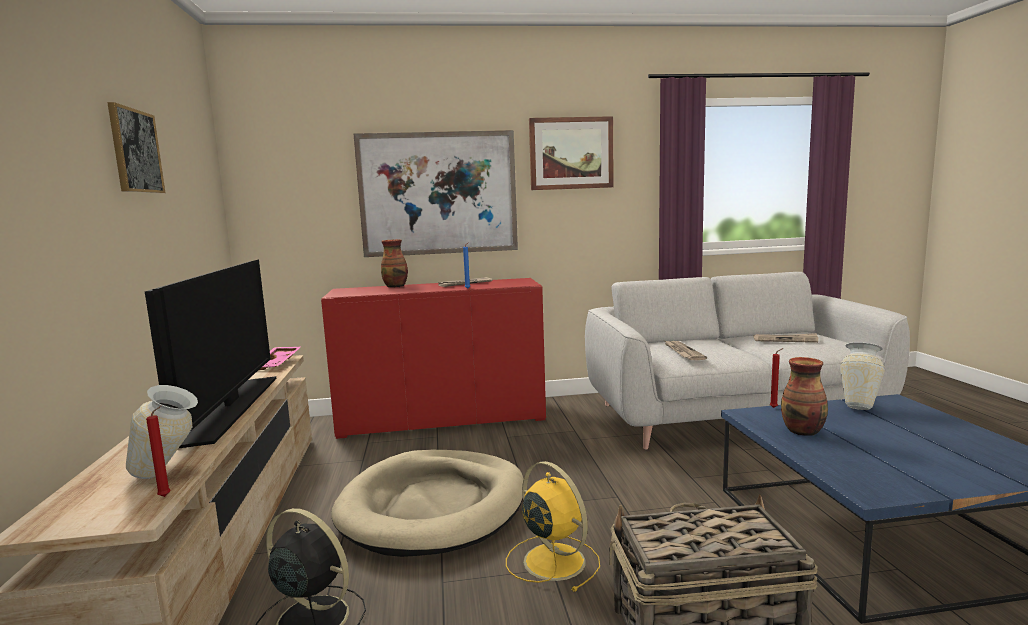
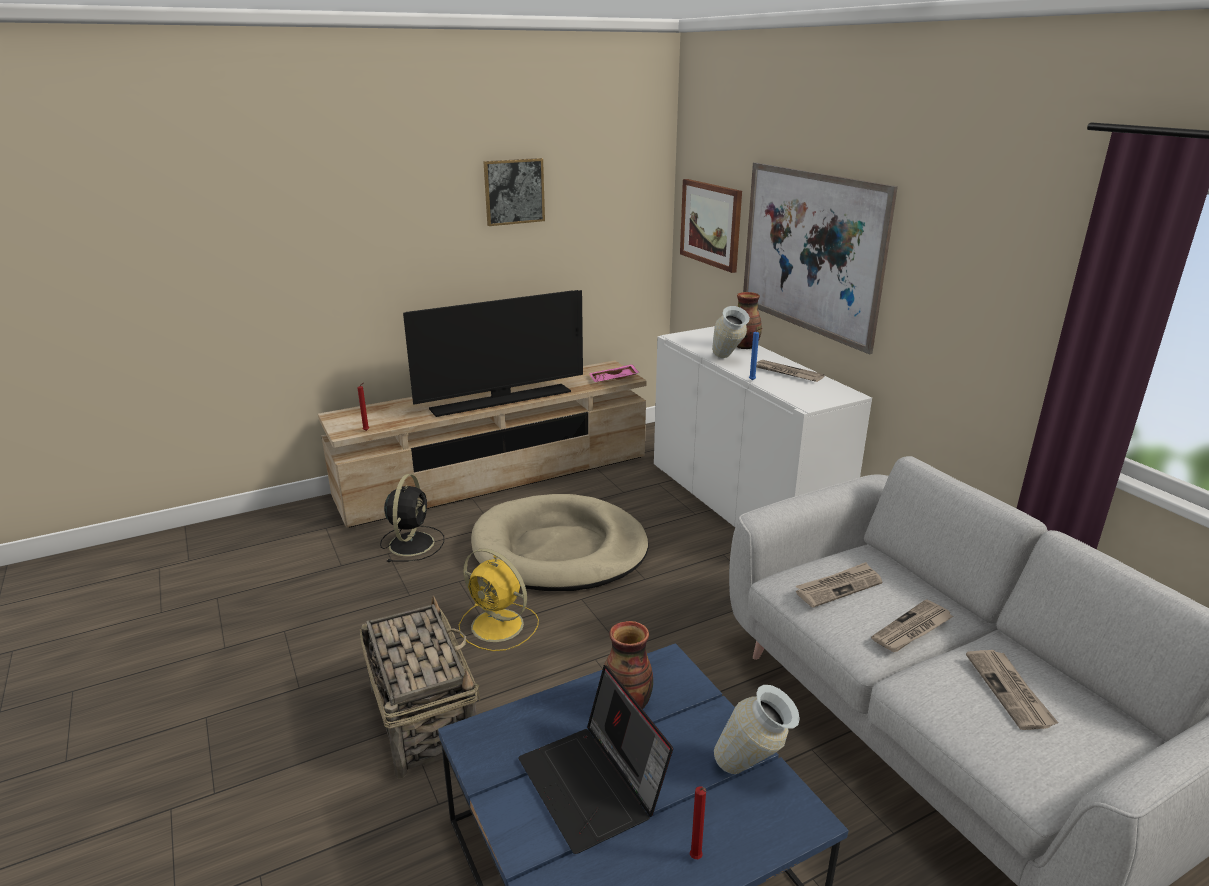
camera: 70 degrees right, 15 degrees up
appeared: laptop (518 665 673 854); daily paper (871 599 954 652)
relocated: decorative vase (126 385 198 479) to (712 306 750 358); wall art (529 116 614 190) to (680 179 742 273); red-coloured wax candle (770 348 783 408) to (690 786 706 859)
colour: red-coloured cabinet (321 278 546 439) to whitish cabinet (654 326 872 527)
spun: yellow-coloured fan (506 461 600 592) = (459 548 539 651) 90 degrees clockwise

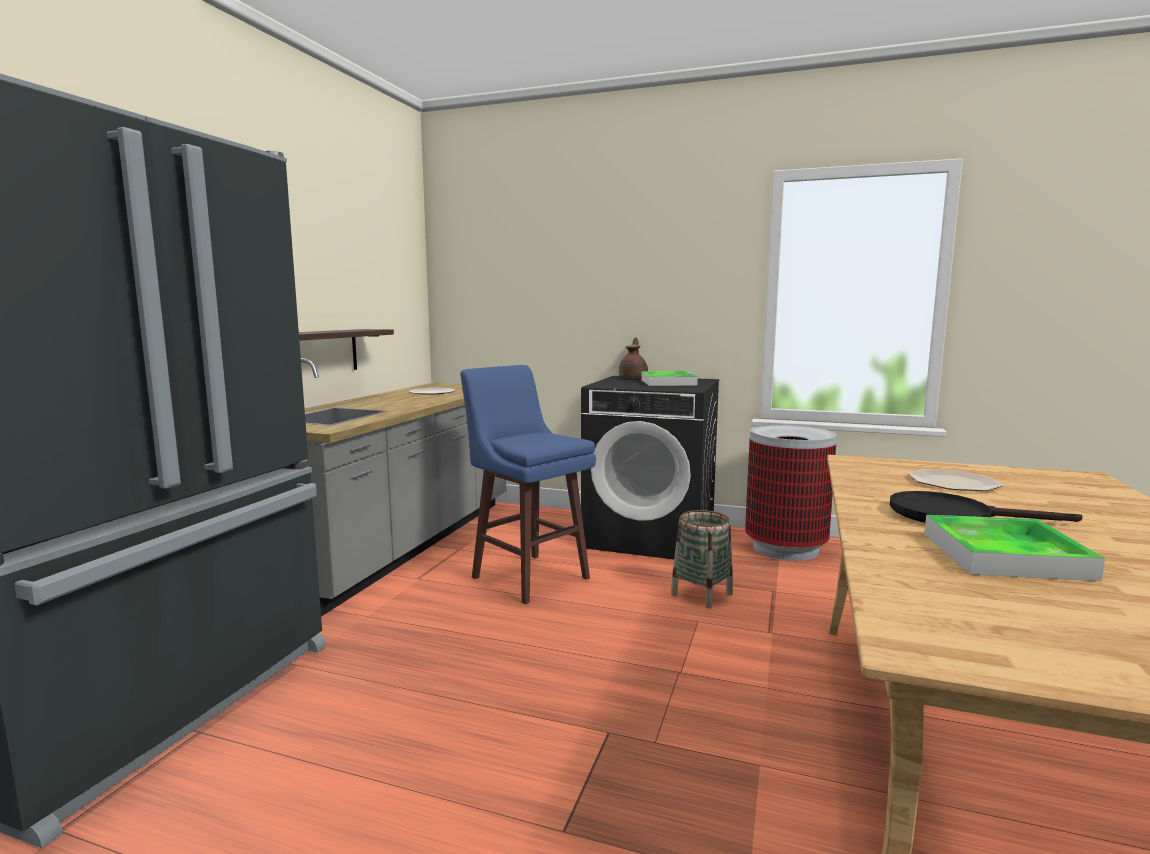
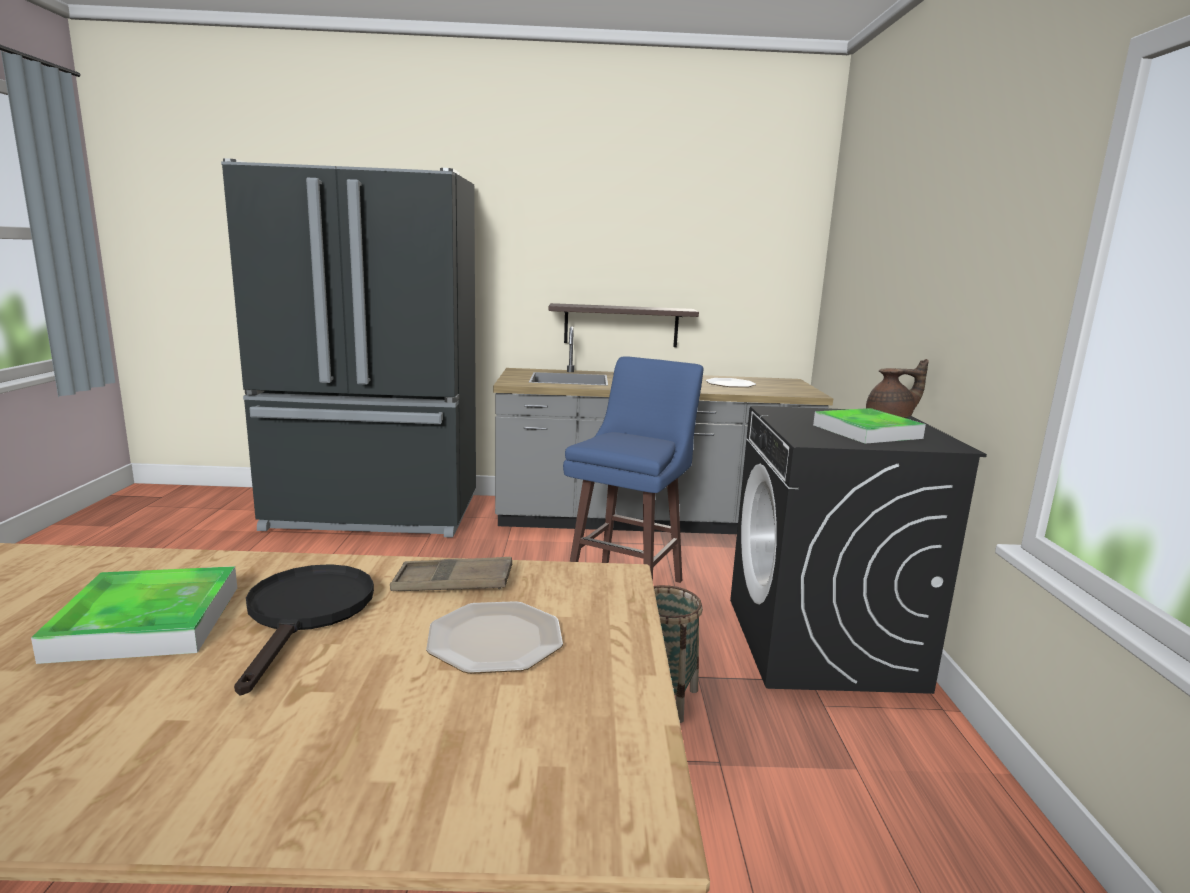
camera: 70 degrees right, 5 degrees up
missing: trash can (745 425 837 561)
appeared: brownish tray (390 557 512 591)

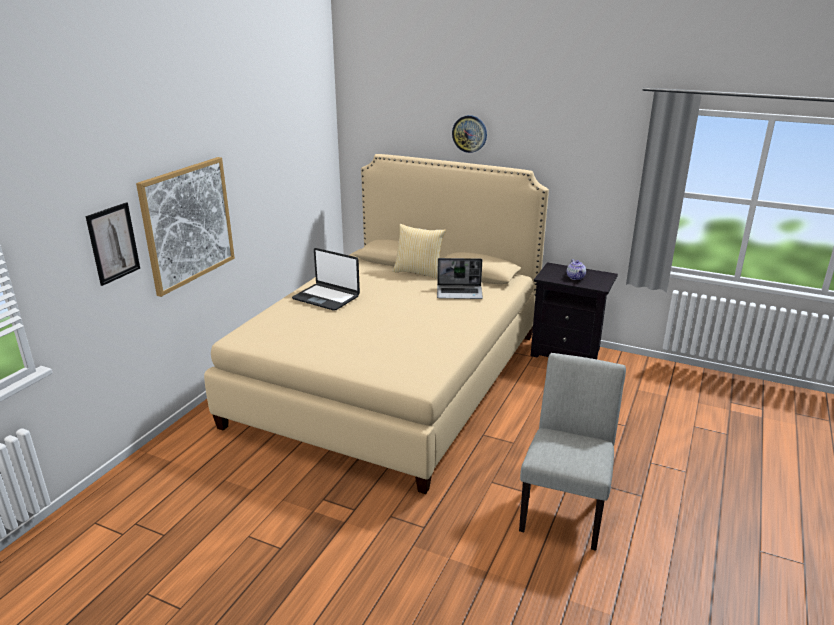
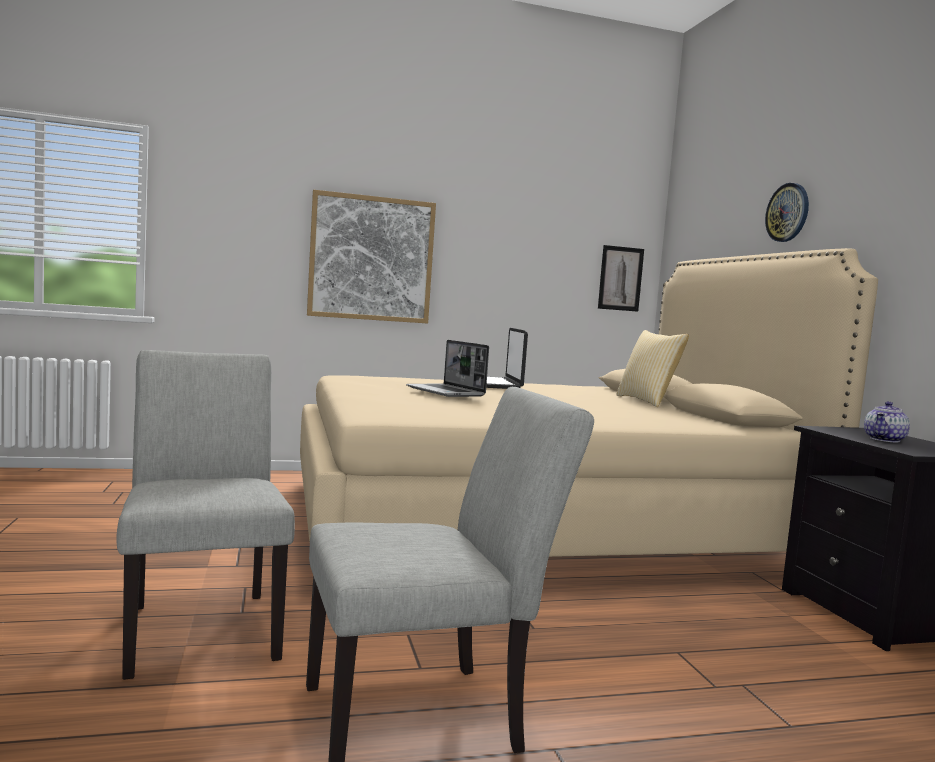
camera: 50 degrees right, 20 degrees down
appeared: gray chair (116 350 295 680)
relocated: wall art (85 202 140 286) to (598 245 644 312); laptop (437 258 483 299) to (406 340 489 397)

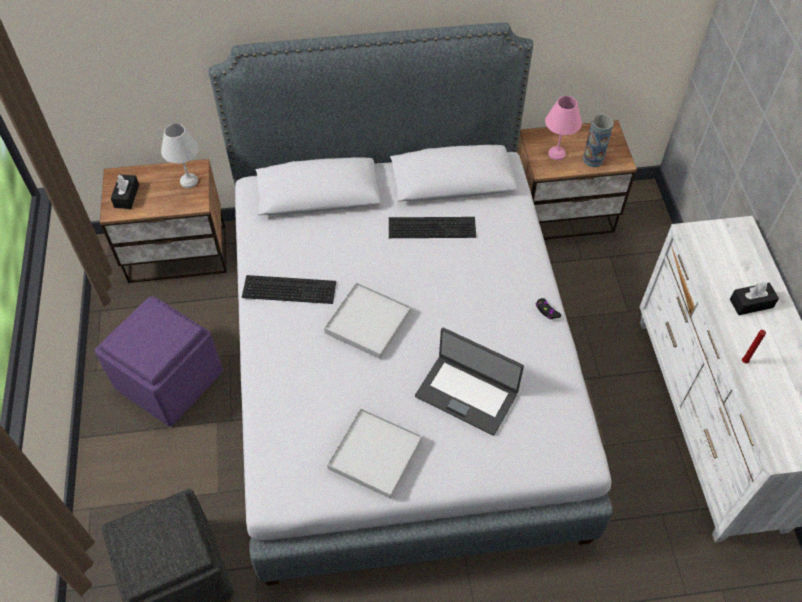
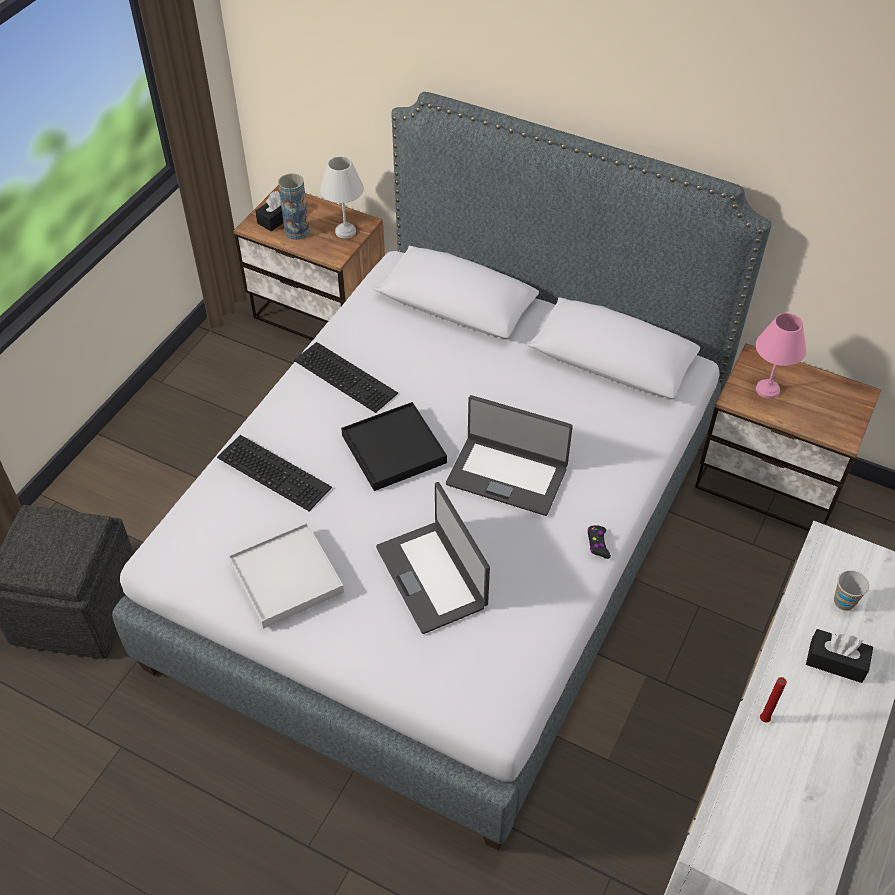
camera: 35 degrees right, 5 degrees down
missing: purple pouffe (95 296 223 426)
appeared: laptop (446 395 573 516); small cup (834 570 869 611)
relocated: computer keyboard (389 217 476 238) to (217 435 332 511); decorative vase (583 114 614 167) to (278 173 310 240)
colour: whitish tray (324 282 411 359) to blackish tray (341 402 447 491)

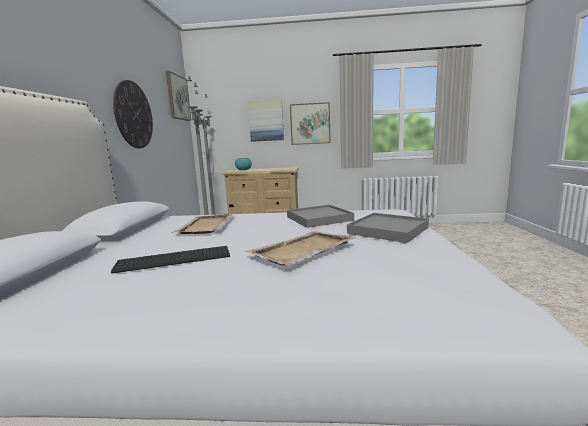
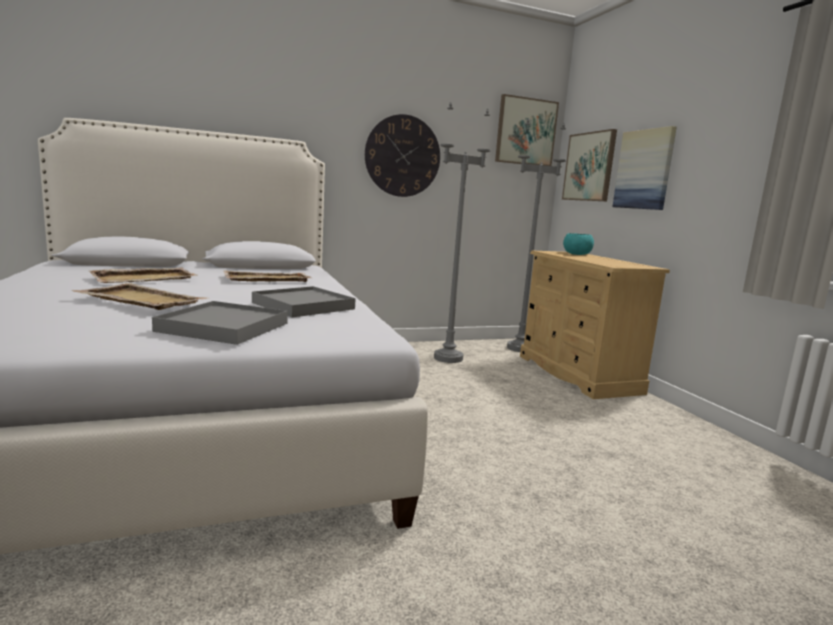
camera: 65 degrees right, 0 degrees up
relocated: wall art (290 102 331 145) to (562 129 617 201)
exchanged: computer keyboard (111 246 230 274) to sand-coloured tray (89 267 199 283)

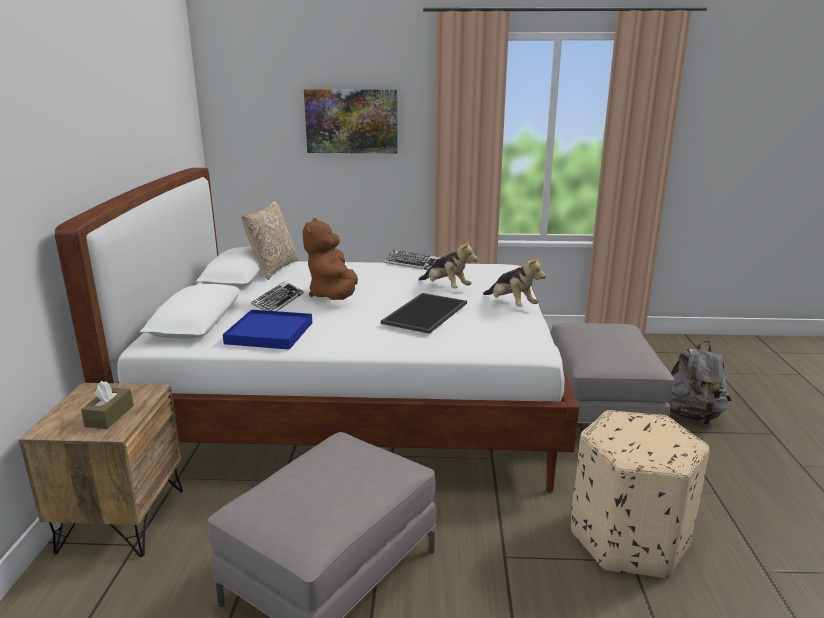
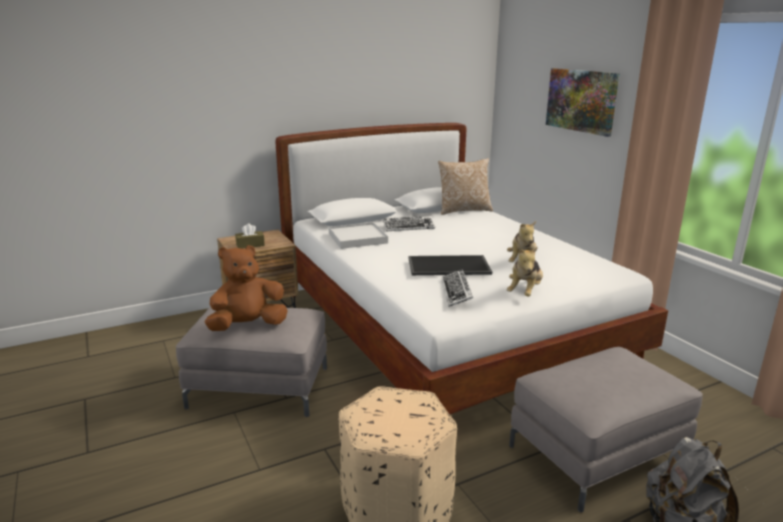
camera: 60 degrees right, 0 degrees up
relocated: brownish cuddly toy (302 218 358 300) to (205 245 288 331); computer keyboard (384 250 441 270) to (441 269 473 307)
colour: bluish tray (223 310 312 350) to whitish tray (329 222 388 249)

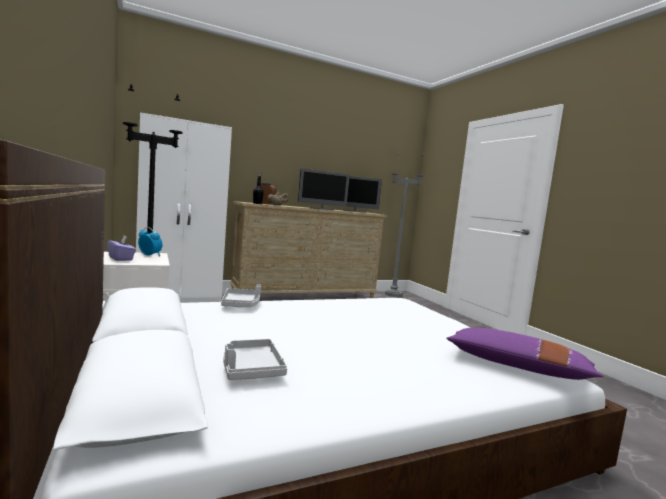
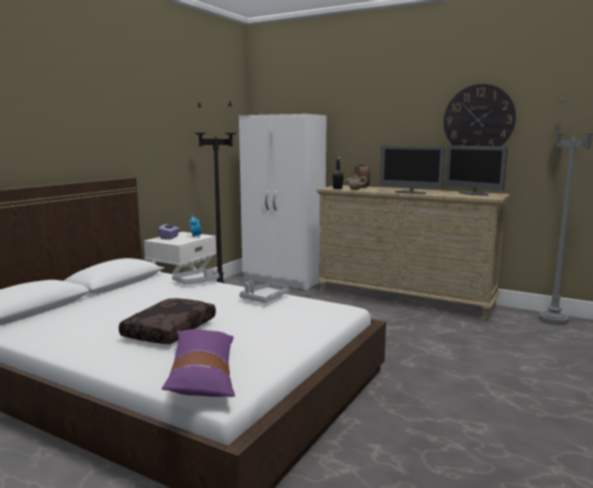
camera: 55 degrees right, 5 degrees up
appeared: brownish cushion (119 298 216 344); hanging clock (443 84 516 147)
relocated: gray tray (223 339 287 380) to (239 280 289 303)

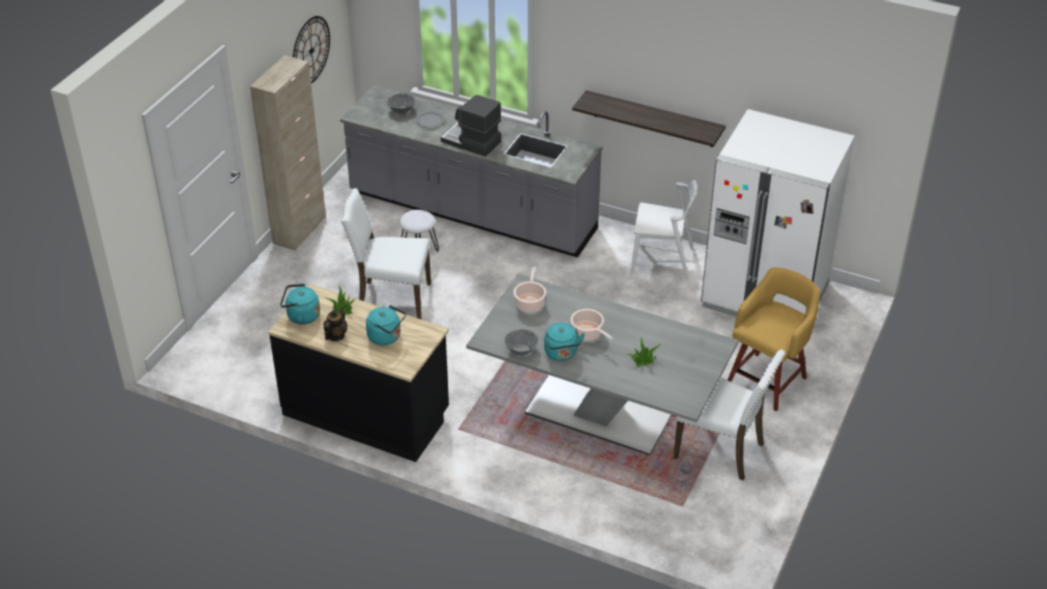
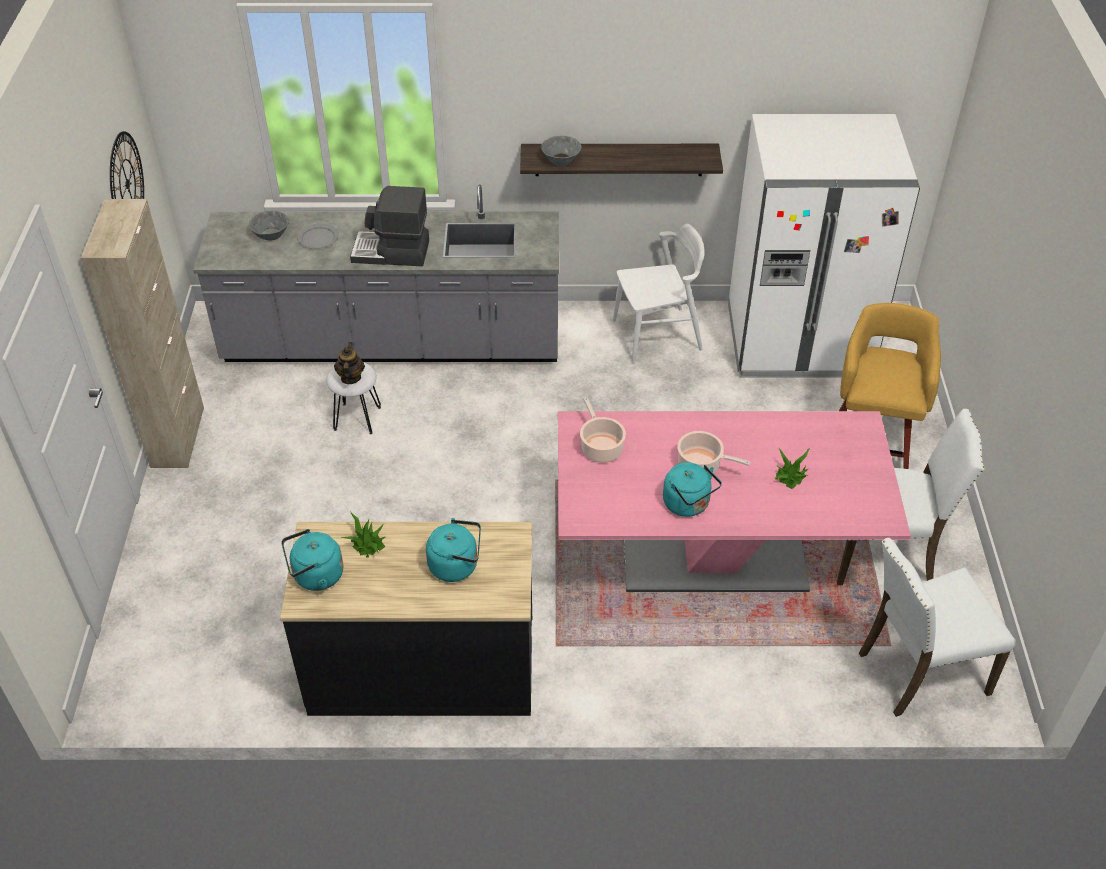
camera: 25 degrees left, 5 degrees up
relocated: teapot (324 307 347 341) to (334 342 365 384); whitish chair (341 188 431 320) to (859 538 1016 717); gray bowl (505 329 538 356) to (541 136 582 166)
colour: gray kitchen table (466 274 739 455) to pink kitchen table (558 411 911 592)

